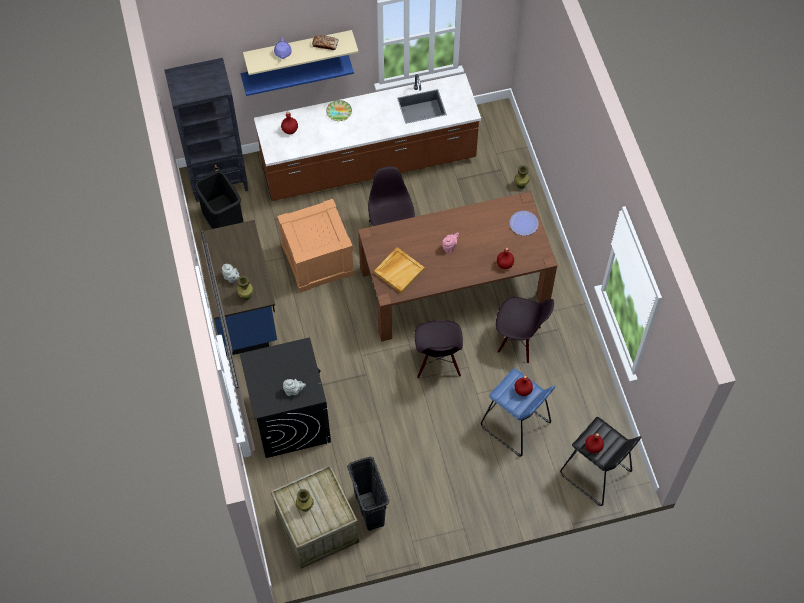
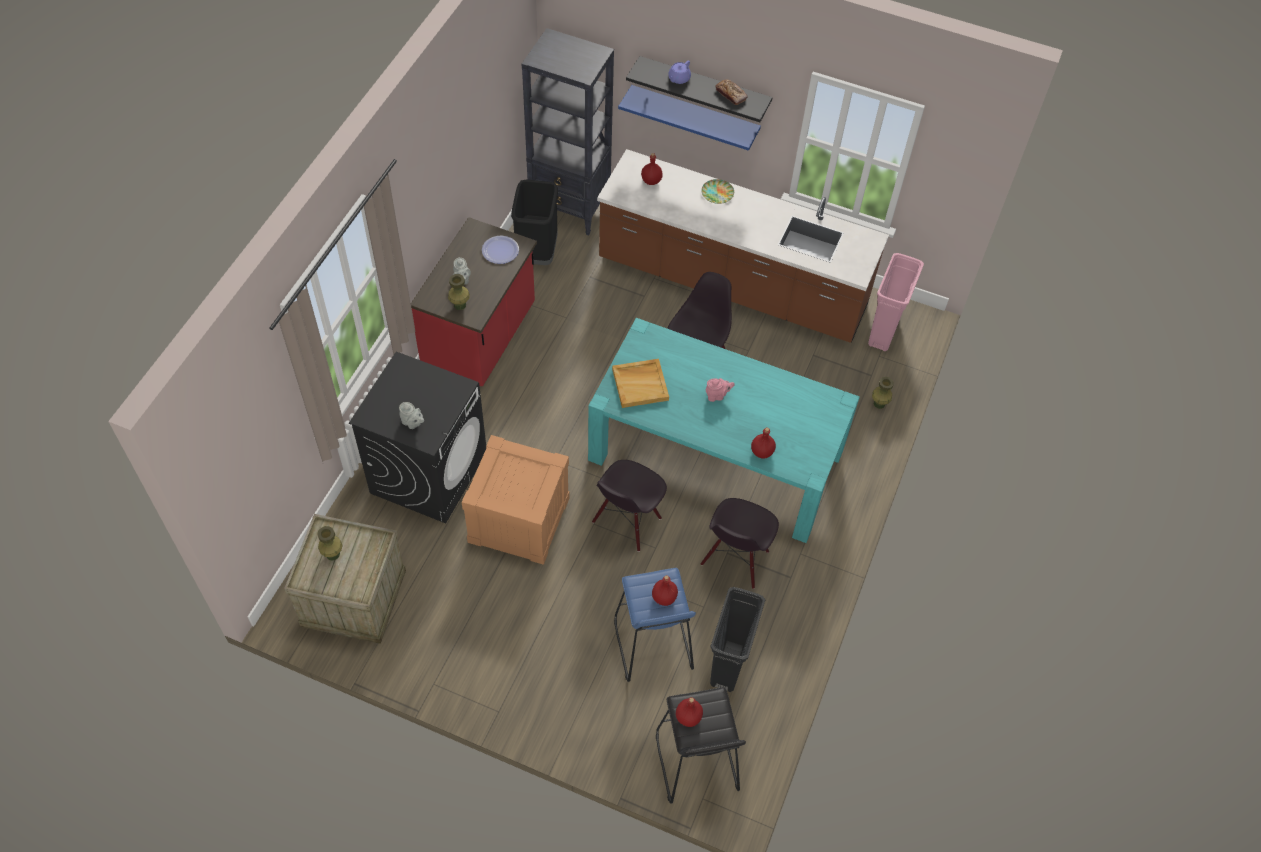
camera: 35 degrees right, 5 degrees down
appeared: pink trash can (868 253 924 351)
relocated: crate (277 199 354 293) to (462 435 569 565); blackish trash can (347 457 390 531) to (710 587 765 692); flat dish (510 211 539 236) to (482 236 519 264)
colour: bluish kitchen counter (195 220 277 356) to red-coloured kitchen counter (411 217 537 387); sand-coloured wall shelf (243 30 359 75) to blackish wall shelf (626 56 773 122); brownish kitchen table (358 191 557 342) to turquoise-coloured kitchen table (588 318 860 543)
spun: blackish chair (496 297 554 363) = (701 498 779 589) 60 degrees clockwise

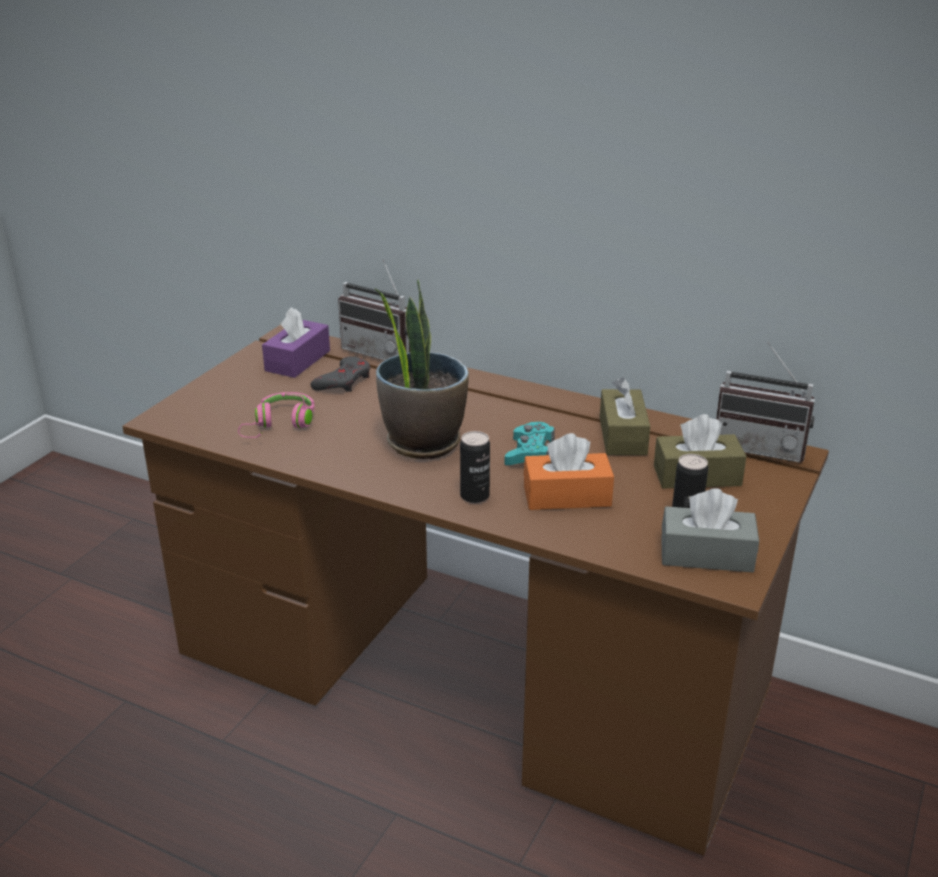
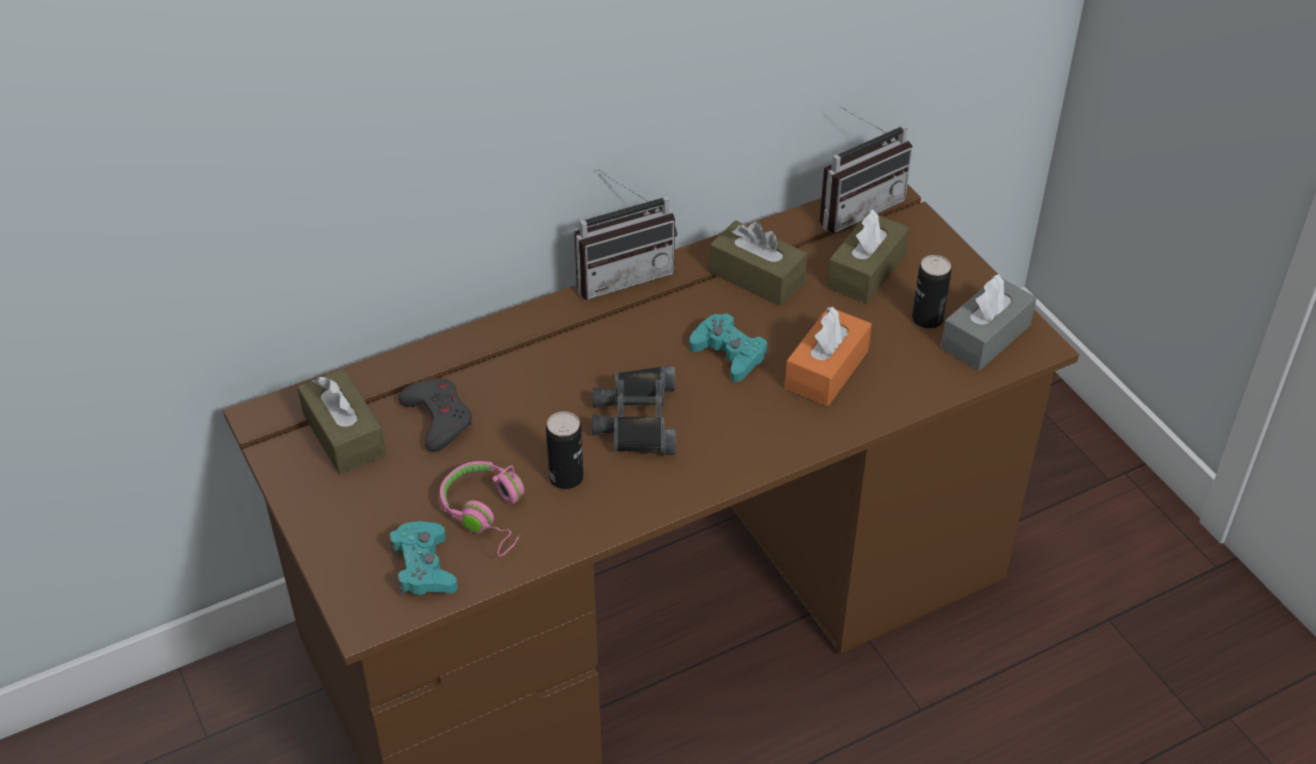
camera: 55 degrees left, 15 degrees up
appeared: turquoise-coloured joypad (389 521 458 596)
relocated: radio (338 260 410 360) to (574 169 677 300); metal can (460 431 490 503) to (546 412 584 489)
exchanged: potted plant (376 279 469 459) to blackish pair of binoculars (592 366 676 455)
colour: purple tissue box (262 307 330 378) to brownish tissue box (297 369 386 474)

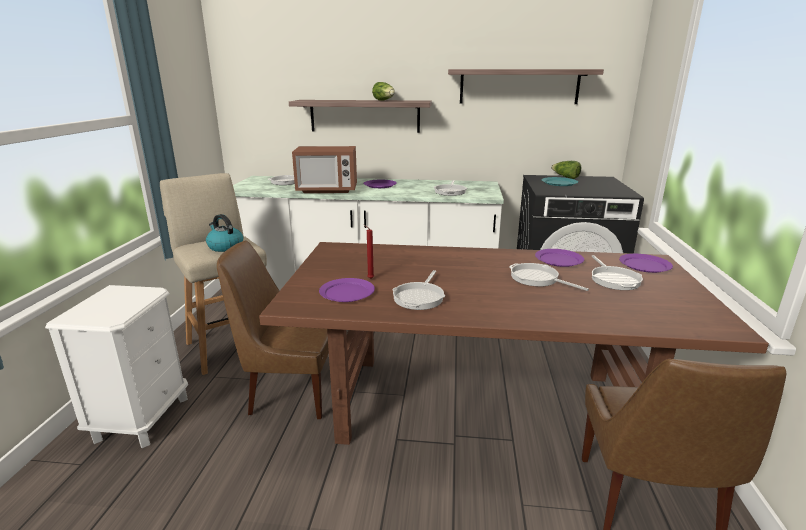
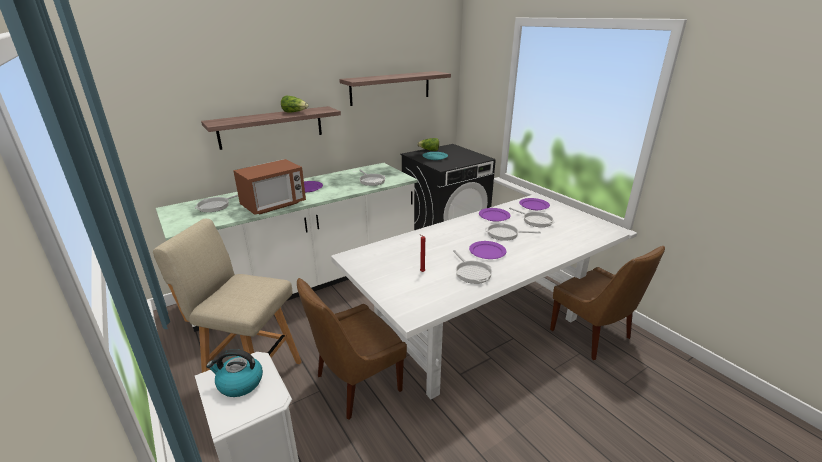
camera: 40 degrees left, 5 degrees up
relocated: tea kettle (206 214 243 252) to (206 349 263 397); purple flat dish (319 278 375 302) to (469 241 506 259)
colour: brownish kitchen table (259 242 769 445) to whitish kitchen table (331 195 629 399)

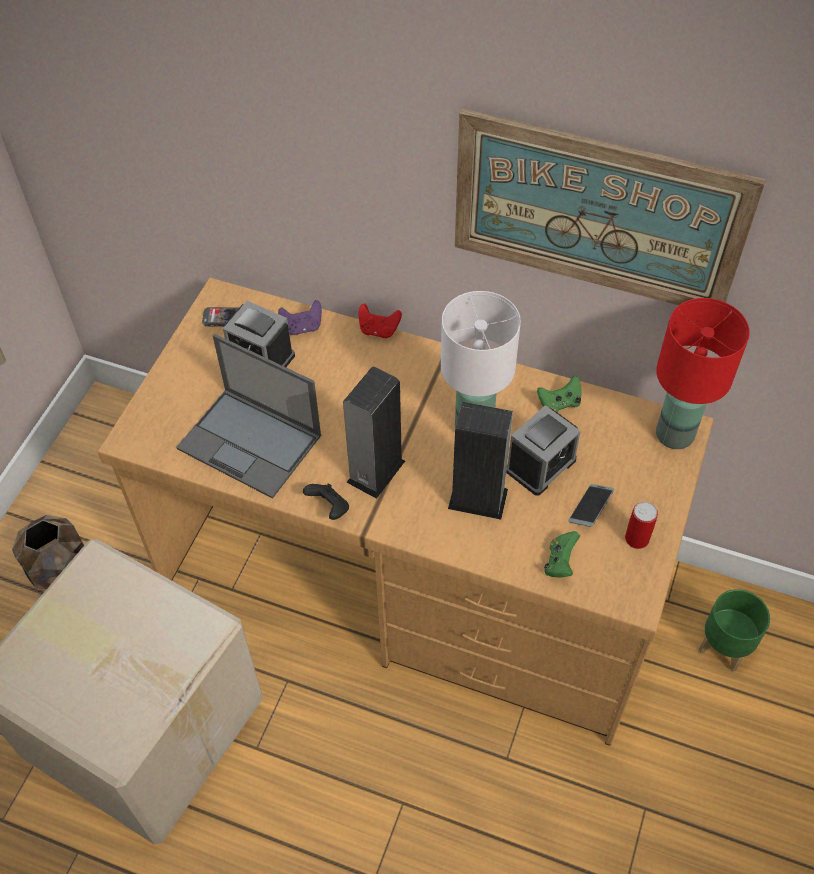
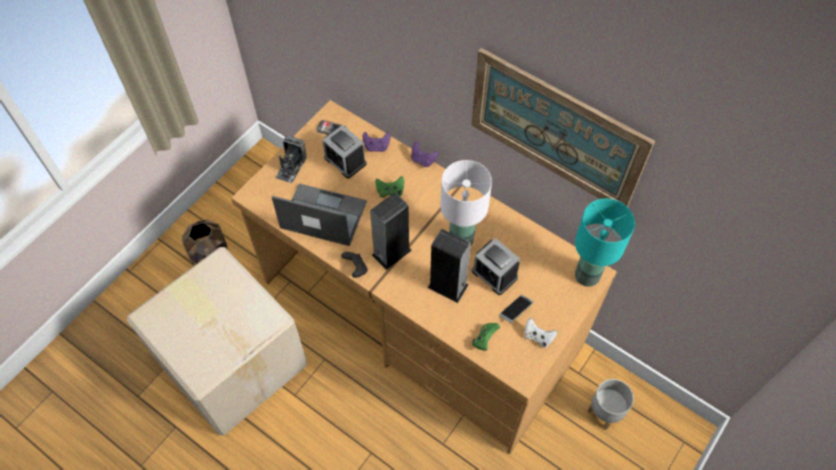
camera: 15 degrees right, 5 degrees up
appeared: still camera (275 135 307 183)
relocated: green-coloured joypad (537 375 581 412) to (375 176 404 198)
exchanged: metal can (625 502 658 549) to whitish joypad (524 318 557 348)
colour: red-coloured joypad (359 303 402 338) to purple joypad (411 142 439 167); red-coloured tabletop lamp (656 298 750 449) to turquoise-coloured tabletop lamp (575 198 635 287); green-coloured planter (699 589 770 672) to gray planter (587 379 634 430)
spun: laptop (176 334 321 499) = (272 183 367 246) 150 degrees clockwise; bedside clock (506 405 581 496) = (472 238 520 295) 75 degrees clockwise

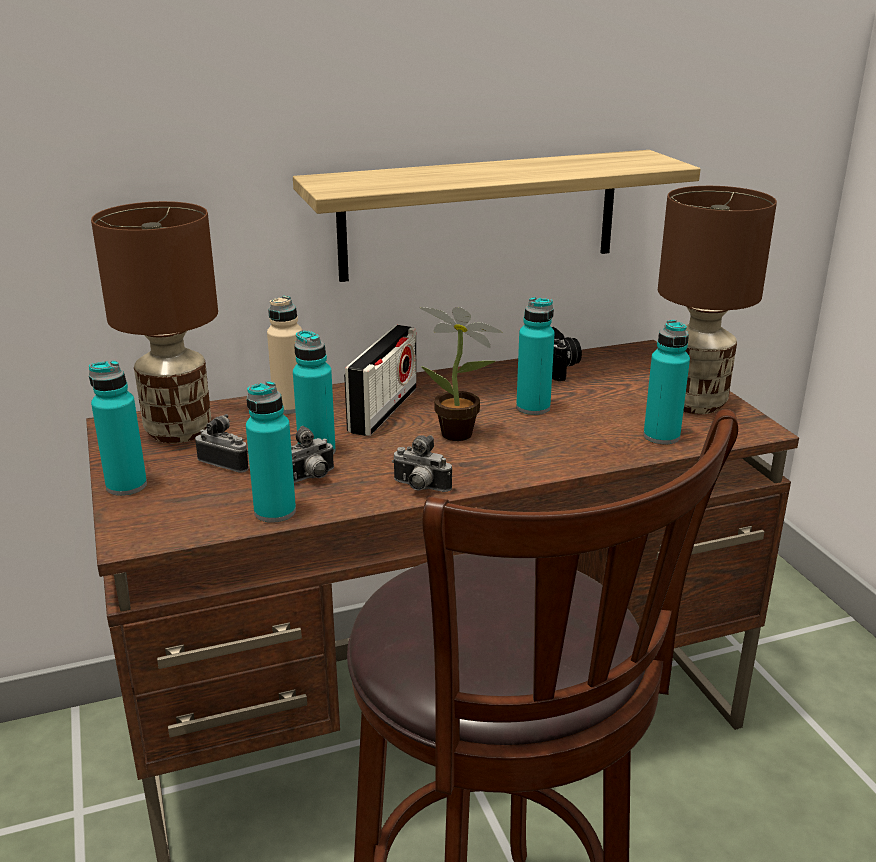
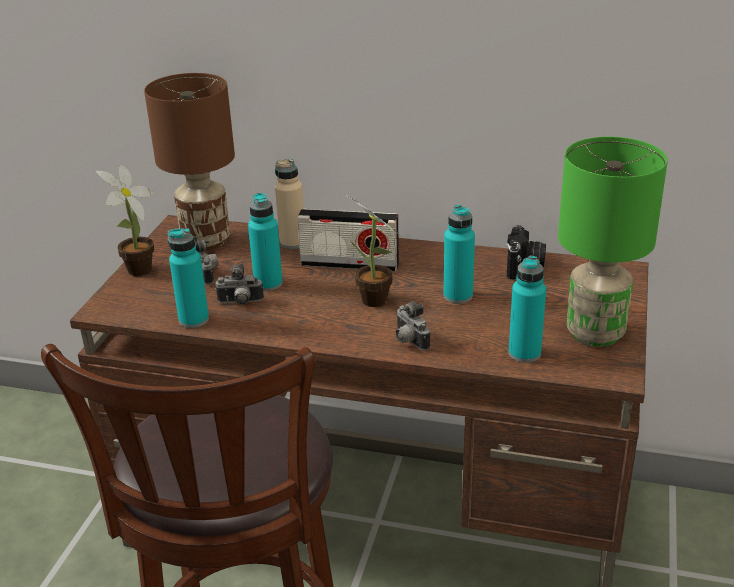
camera: 35 degrees right, 5 degrees up
missing: wall shelf (293 150 701 282)
relocated: still camera (392 435 452 492) to (396 301 430 351)
exchanged: turquoise-coloured drink bottle (89 360 147 496) to potted plant (96 164 154 276)
colour: brownish tabletop lamp (658 186 777 414) to green-coloured tabletop lamp (558 137 668 347)
spun: radio (344 325 417 436) = (297 209 399 272) 45 degrees clockwise

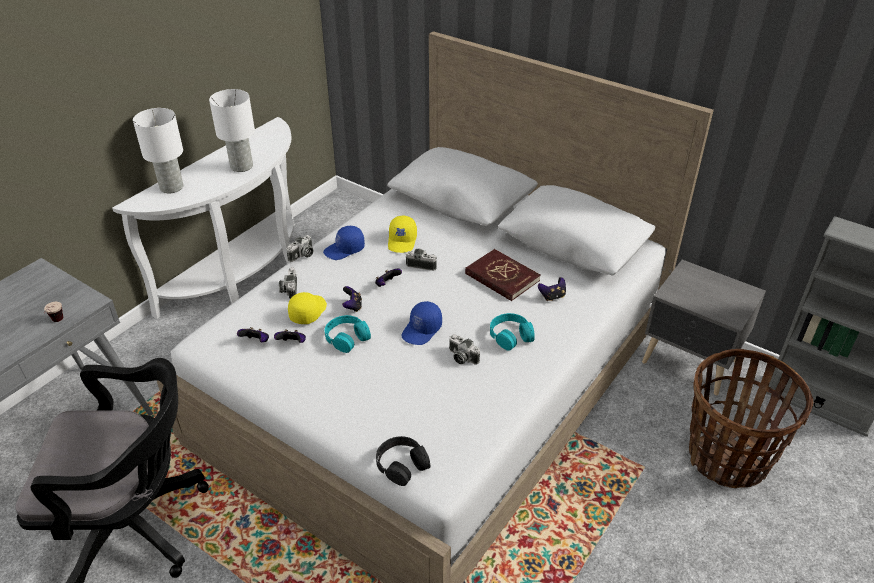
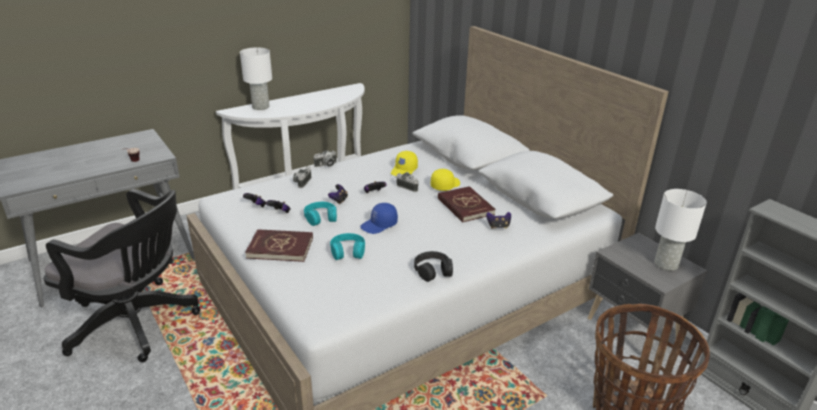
camera: 20 degrees right, 10 degrees down
missing: bluish baseball cap (323 226 365 260); still camera (449 334 480 365)
appeared: red-coloured volume (245 229 313 262)
relocated: whitish tabletop lamp (209 89 255 172) to (655 189 707 271); yellow-coloured baseball cap (288 292 327 324) to (431 169 460 191); blackish headset (376 436 430 486) to (414 251 453 282); turquoise-coloured headset (490 313 535 351) to (330 233 365 260)

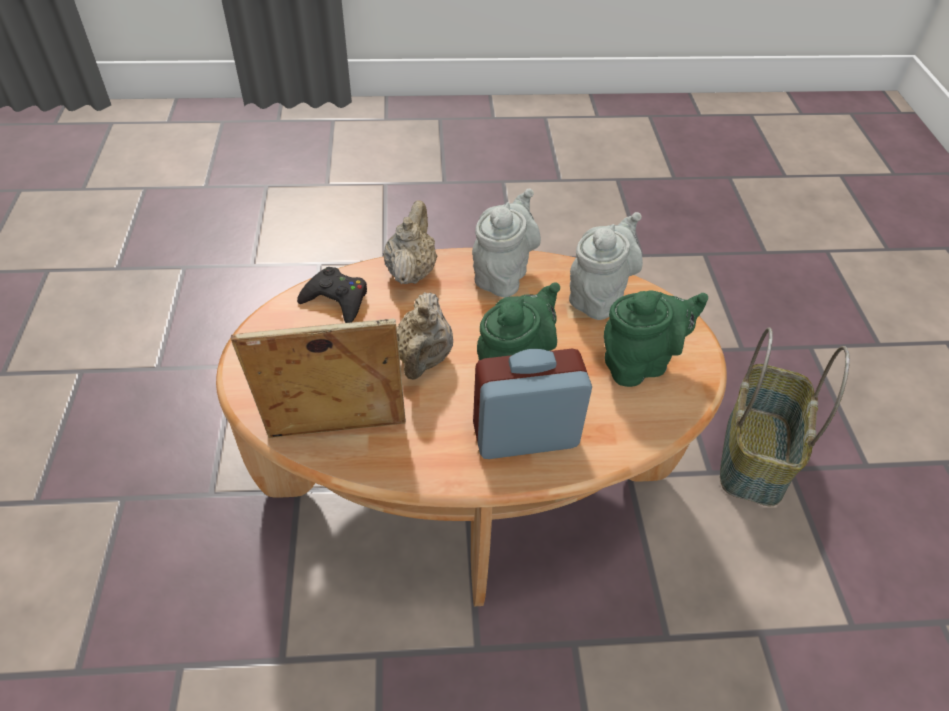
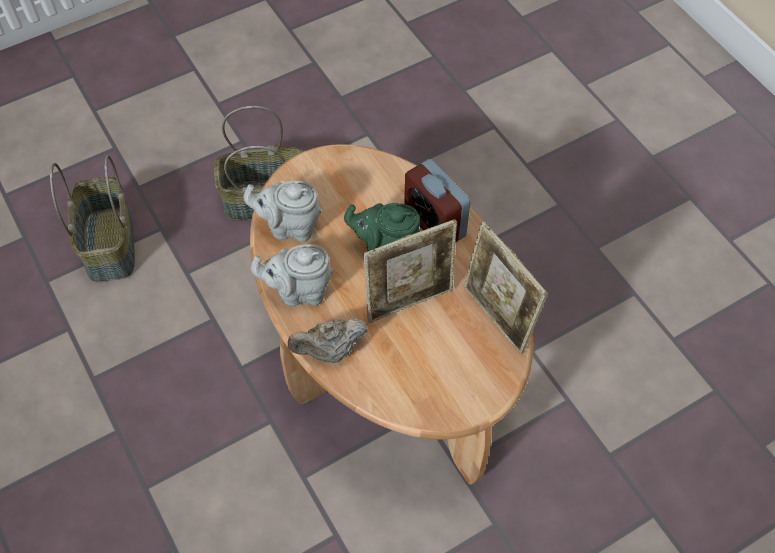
camera: 115 degrees left, 10 degrees up
missing: blackish joypad (297 267 367 323); green-coloured teapot (604 291 708 387)
appeared: storage basket (50 155 135 283)
exchanged: sand-coloured teapot (397 292 453 380) to standing frame (363 219 457 323)

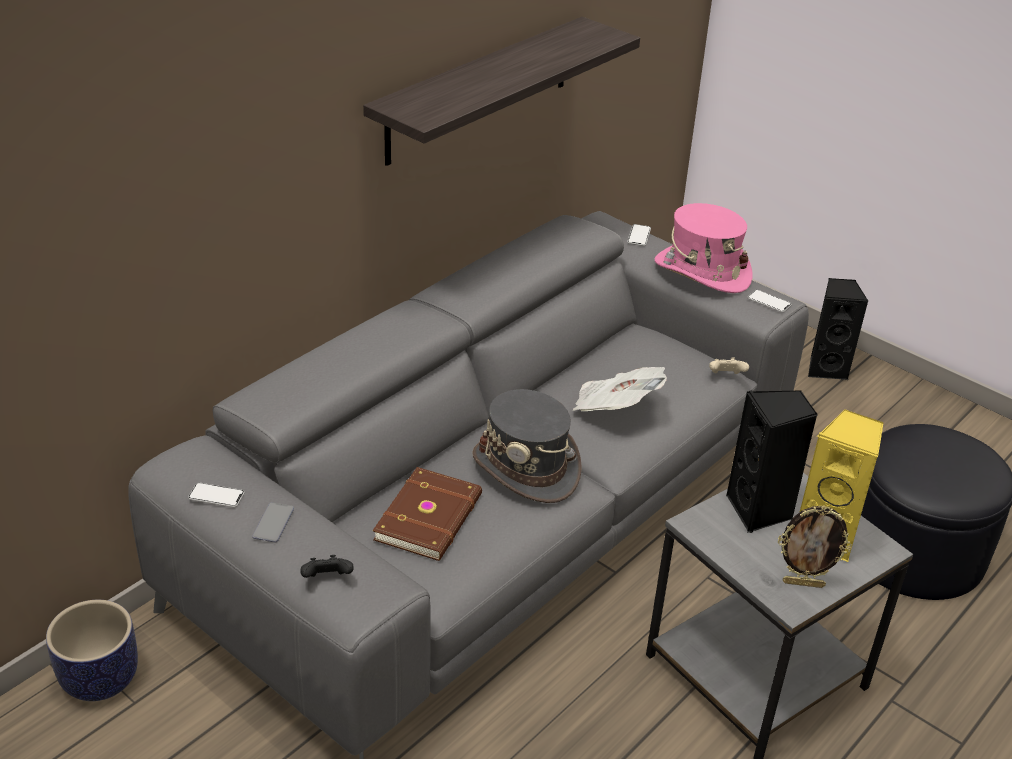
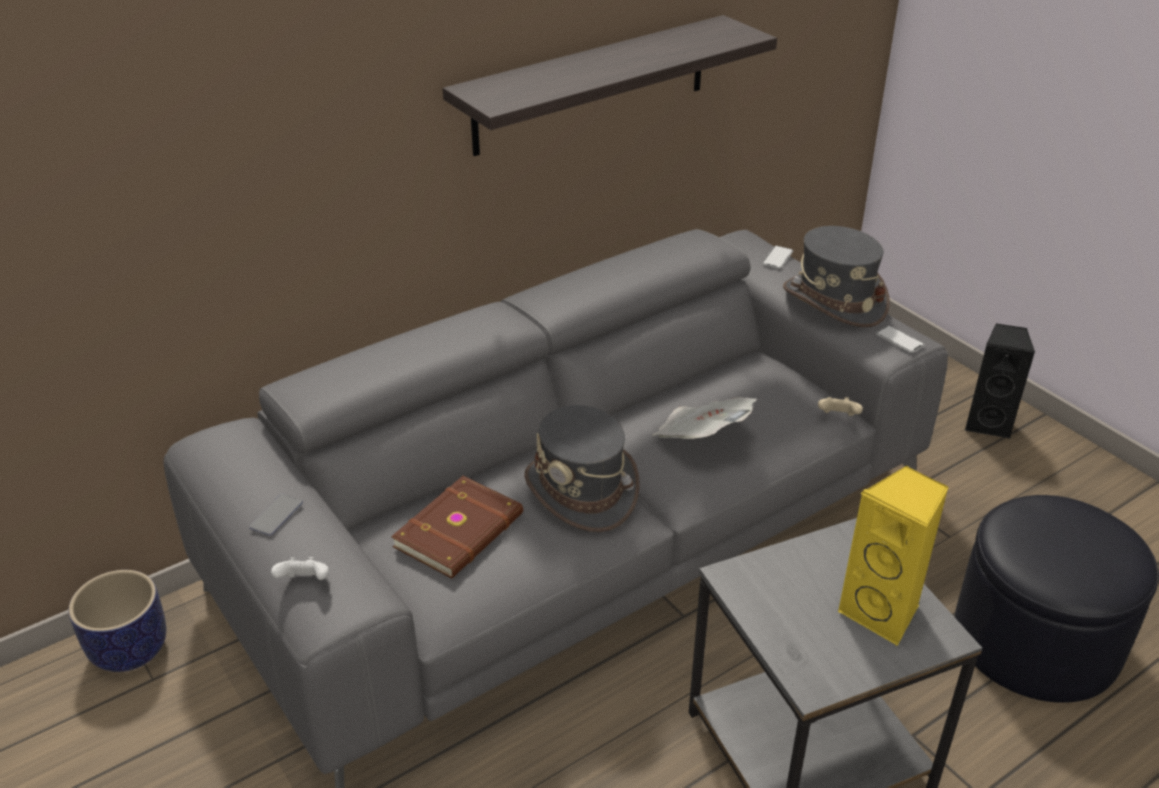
camera: 15 degrees right, 0 degrees up
missing: telephone (188 482 245 507); blackish loudspeaker (726 390 817 533); standing frame (778 505 852 588)
colour: blackish joypad (300 555 354 578) to whitish joypad (271 557 329 580); pink hat (655 203 752 293) to gray hat (783 226 890 327)

